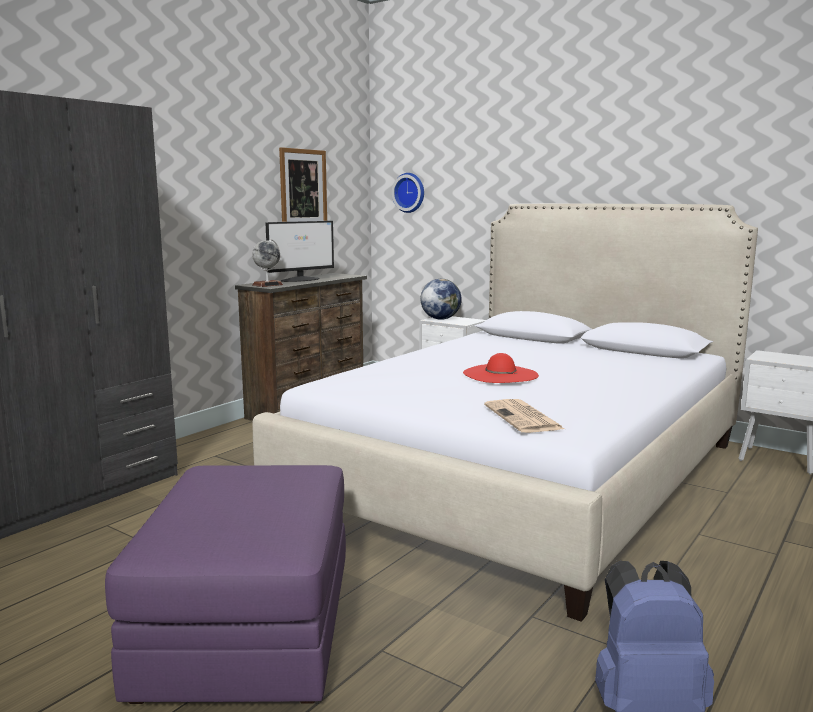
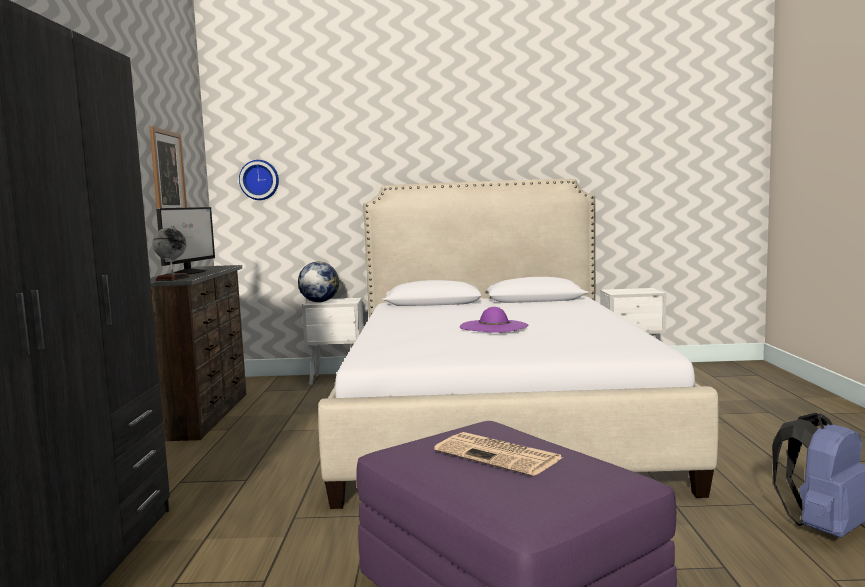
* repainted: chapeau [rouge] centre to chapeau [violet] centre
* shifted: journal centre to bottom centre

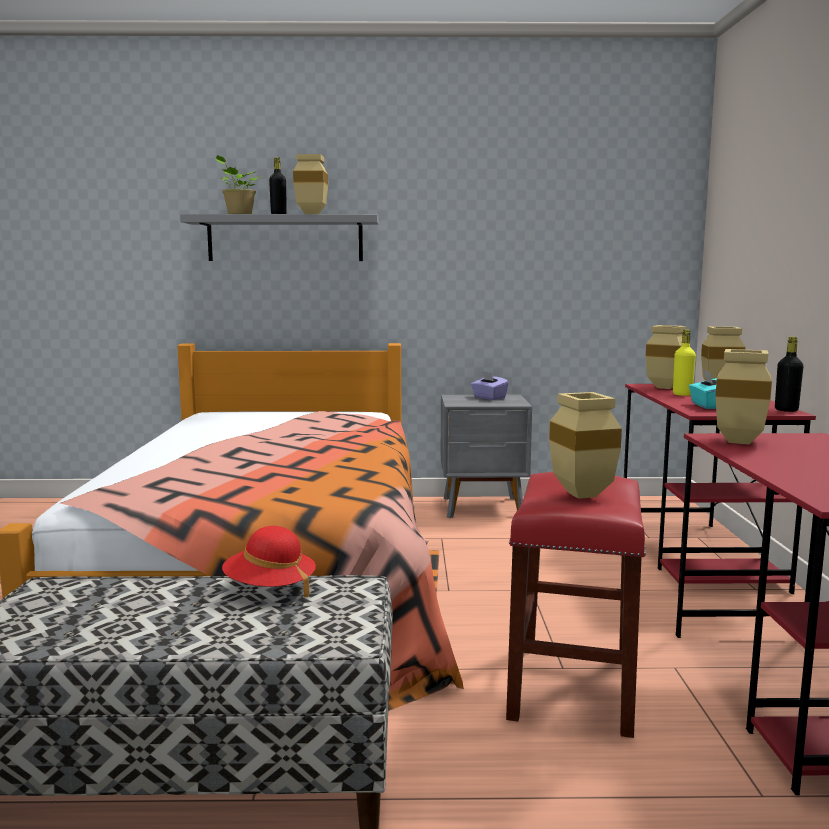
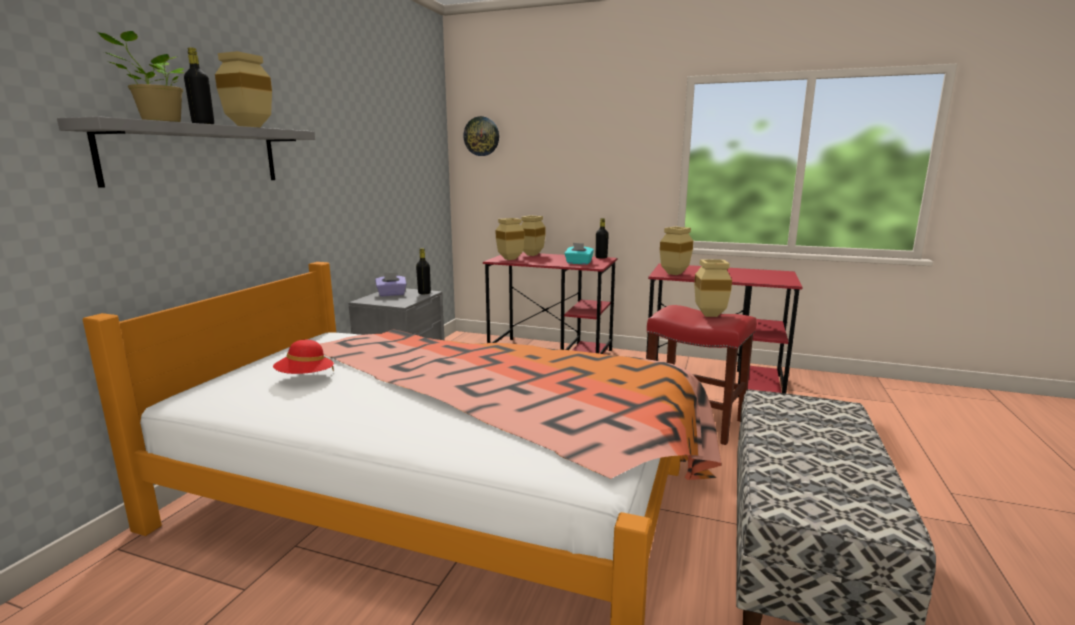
* gone: bouteille [jaune] middle right
* shifted: chapeau [rouge] bottom left to middle left
* new: horloge murale top centre
* new: bouteille [noir] (no. 2 from left) centre

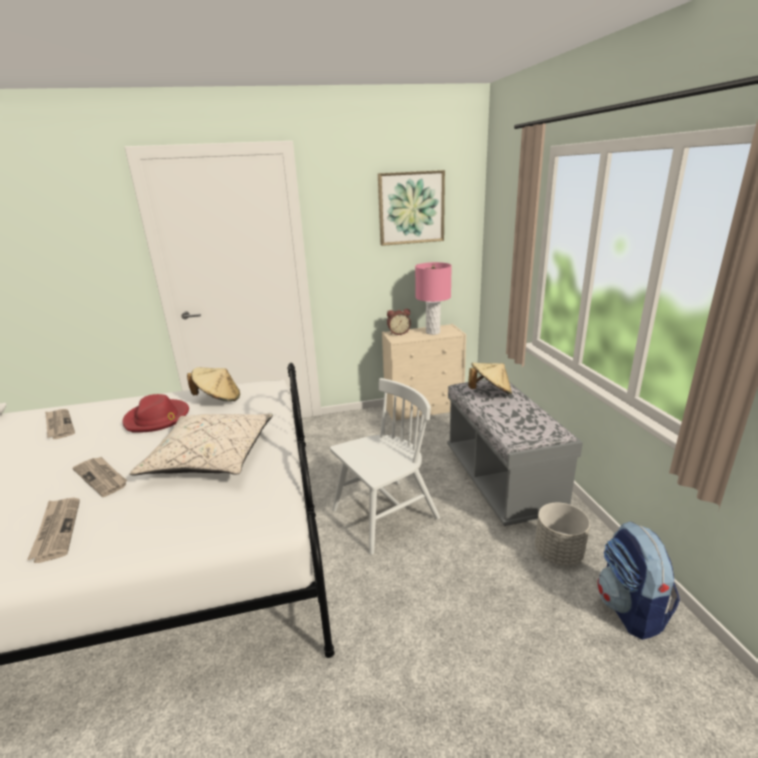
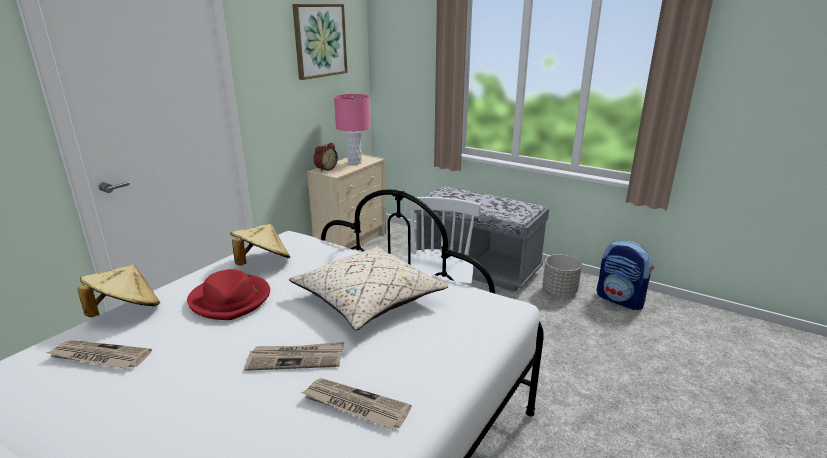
* shifted: chapeau [beige] (no. 2 from left in the first image) centre to chapeau [beige] (no. 1 from left) middle left

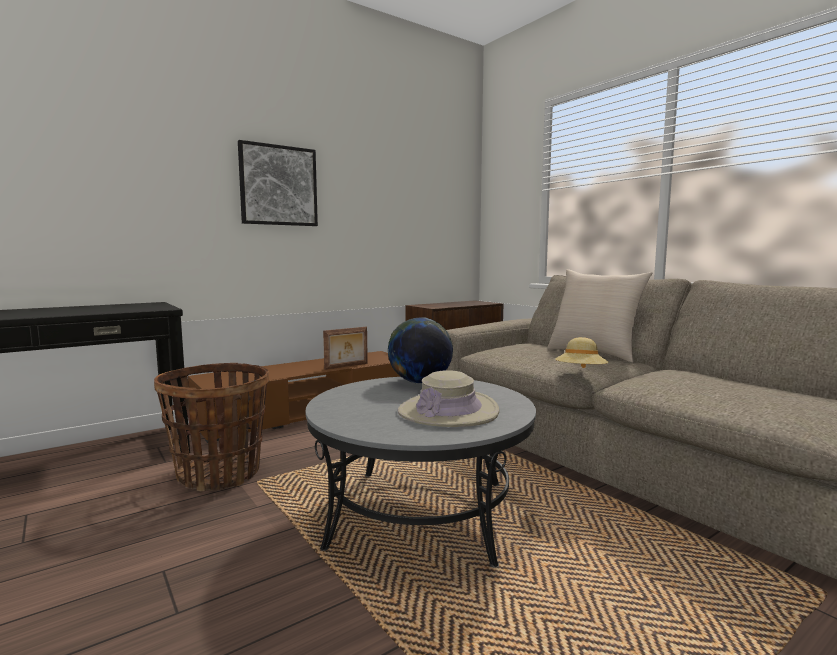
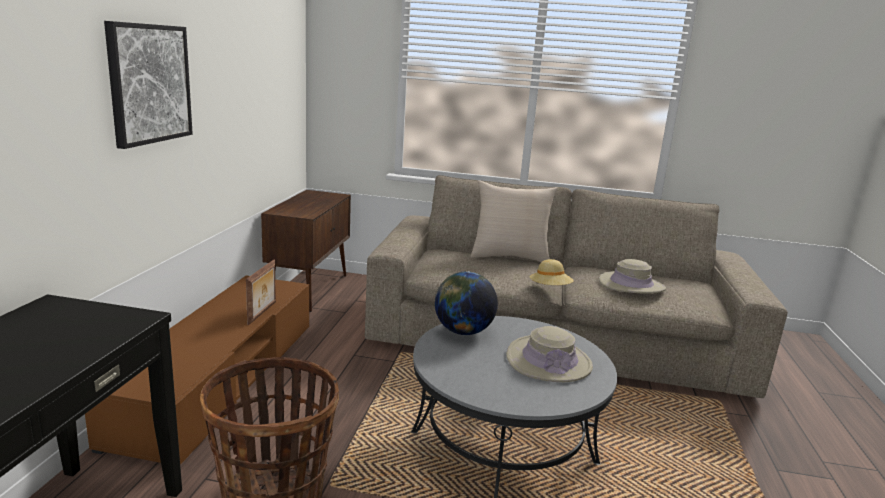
* new: chapeau [beige] (no. 3 from left) middle right

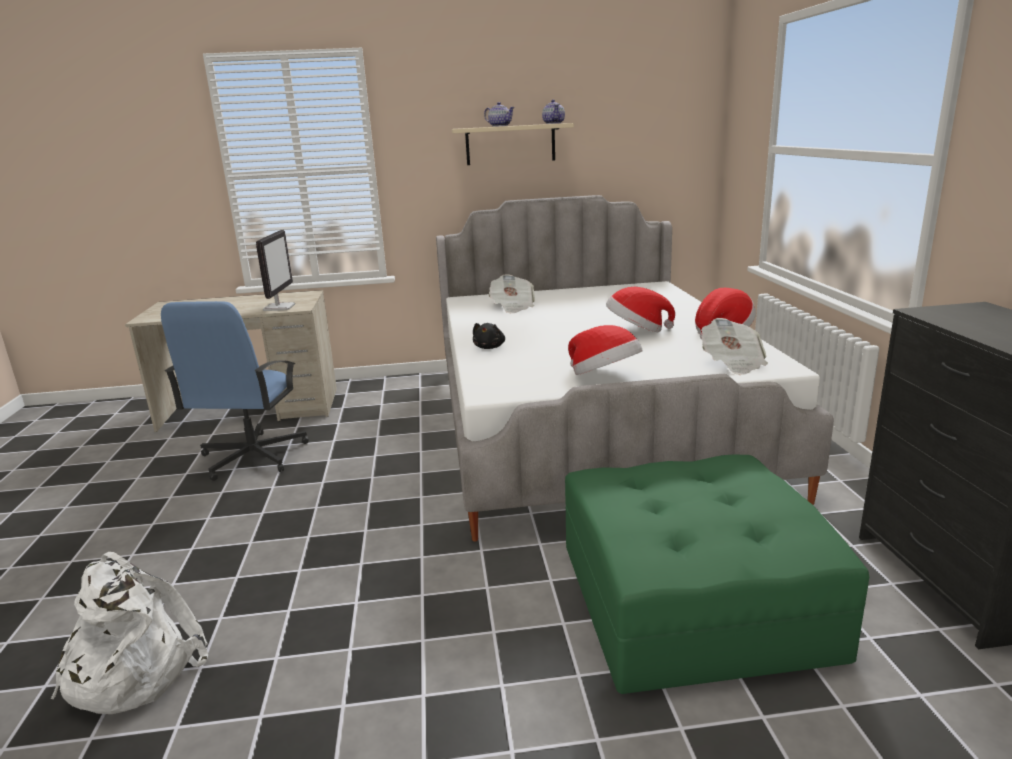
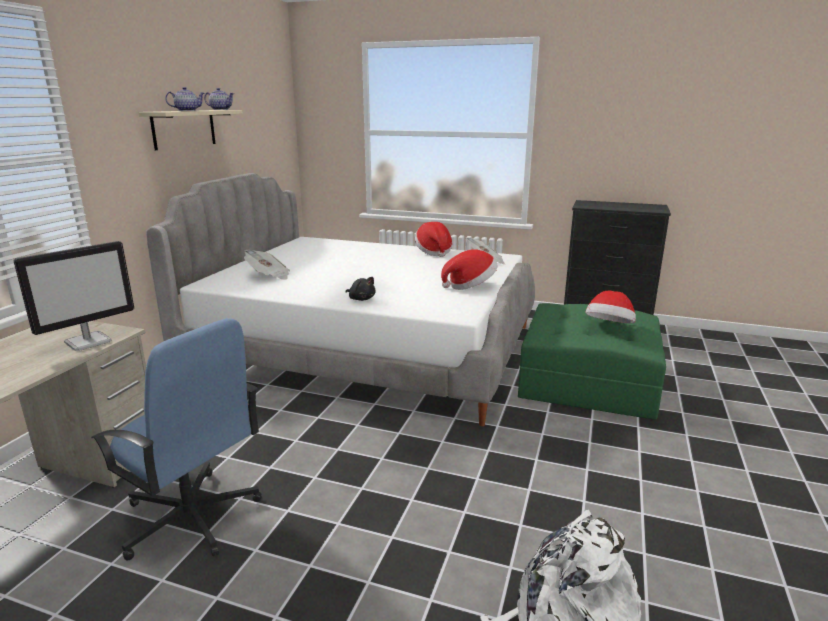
* rotated: écran d'ordinateur middle left = middle left 105 degrees clockwise
* shifted: chapeau (no. 2 from left in the first image) centre to chapeau (no. 3 from left) middle right

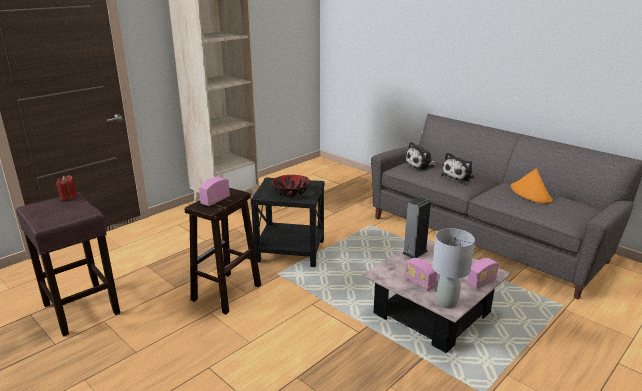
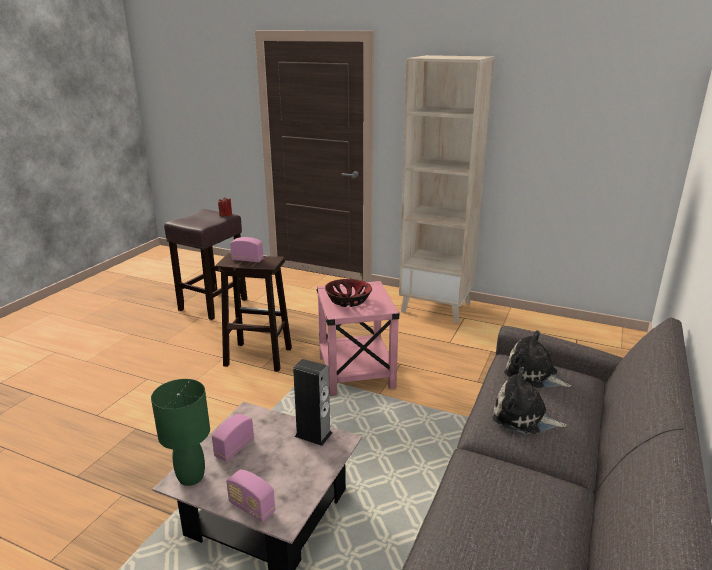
* gone: chapeau [orange] middle right
* repainted: table d'appoint [noir] centre to table d'appoint [rose] centre
* repainted: lampe de table [gris] bottom right to lampe de table [vert] bottom left

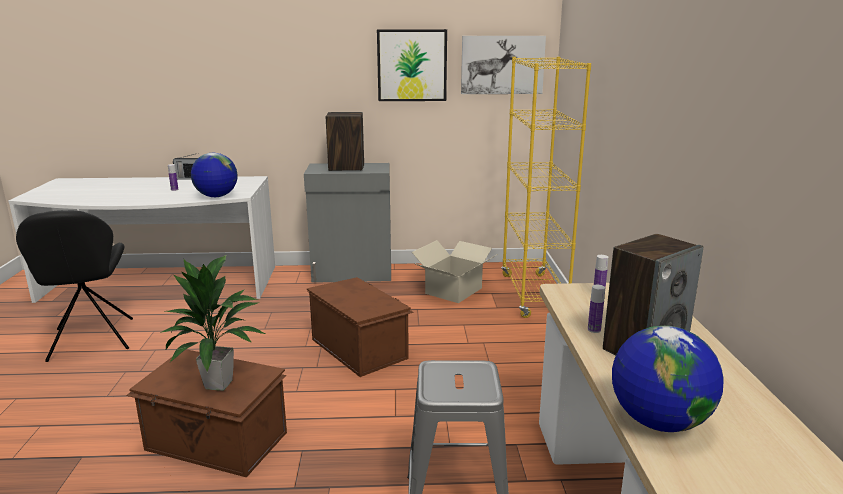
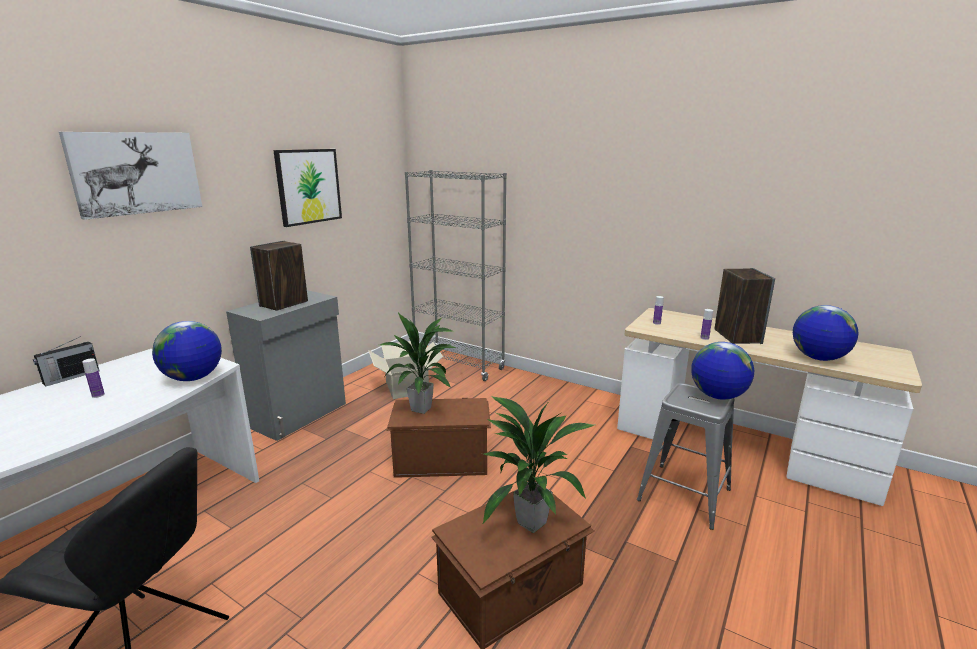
* shifted: tableau (no. 2 from left in the first image) top centre to tableau (no. 1 from left) top left
* repainted: bibliothèque [jaune] centre to bibliothèque [gris] centre
* new: plante en pot (no. 1 from left) centre
* new: globe (no. 2 from left) middle right

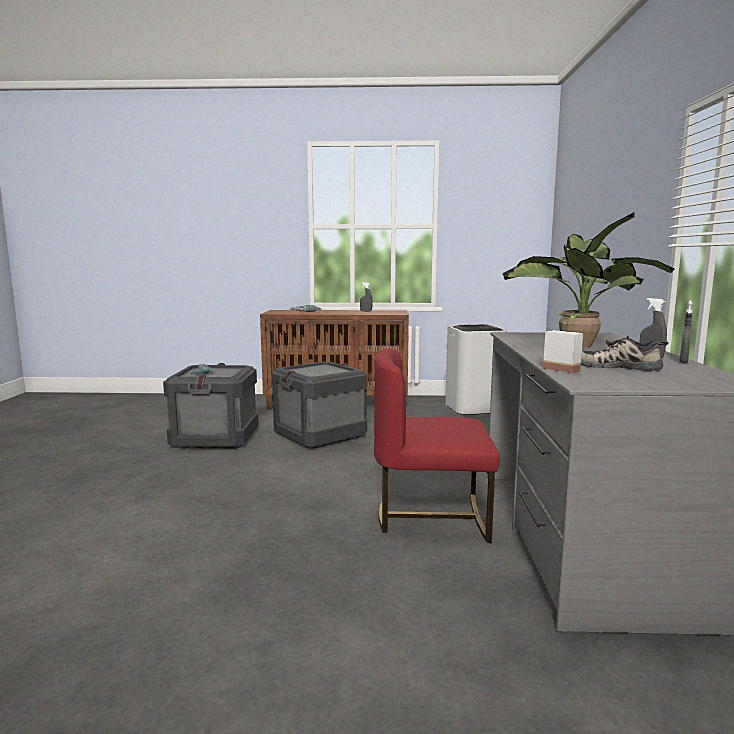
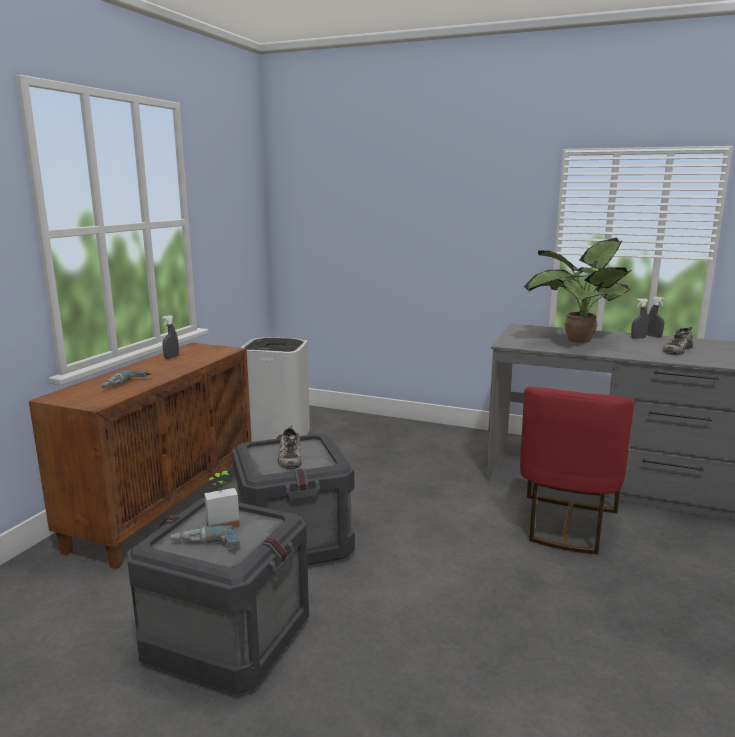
* shifted: plante en pot (no. 1 from left) middle right to bottom left
* new: chaussure (no. 1 from left) centre

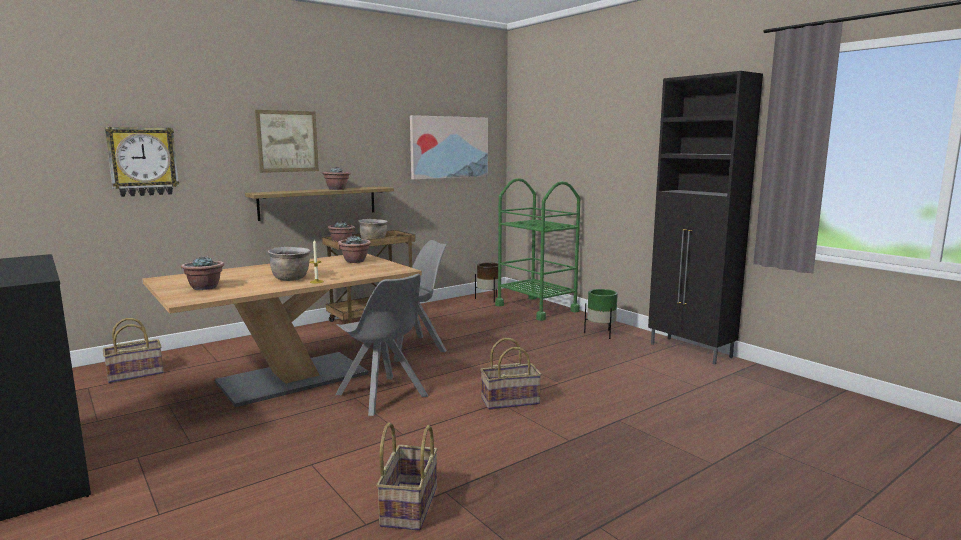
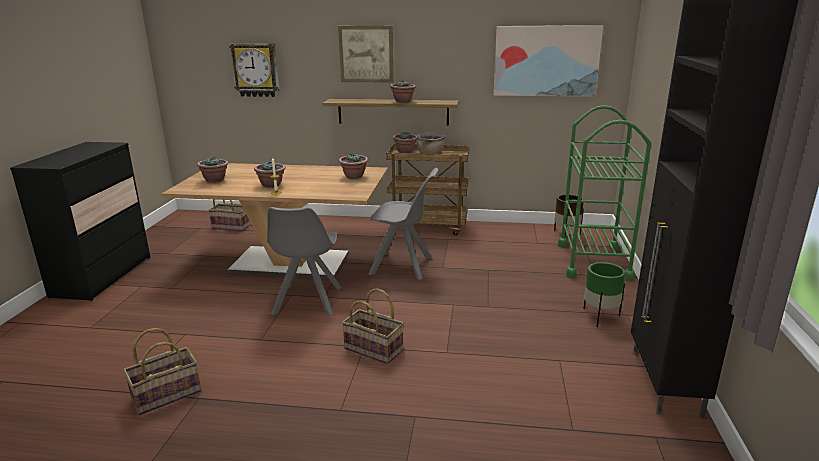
* swapped: marmite [marron] (no. 1 from left) middle left to plante en pot (no. 2 from left) middle left

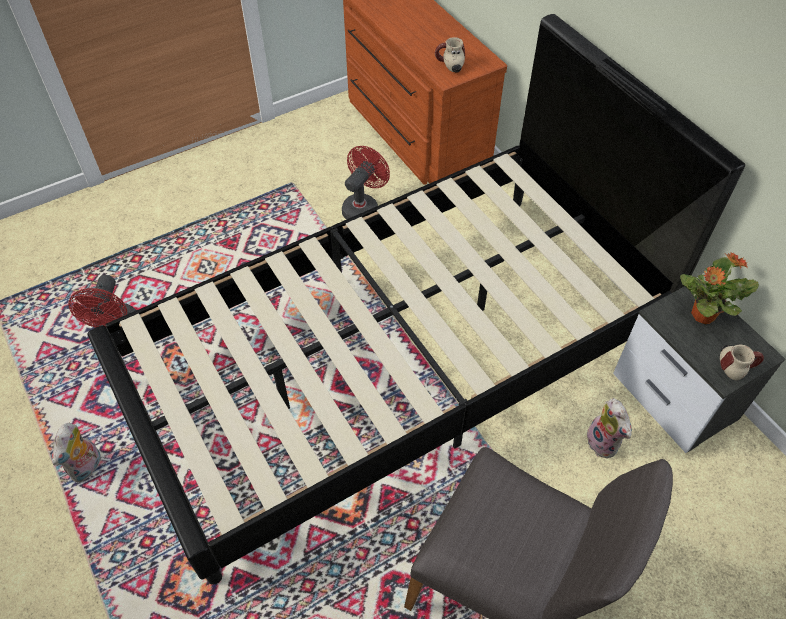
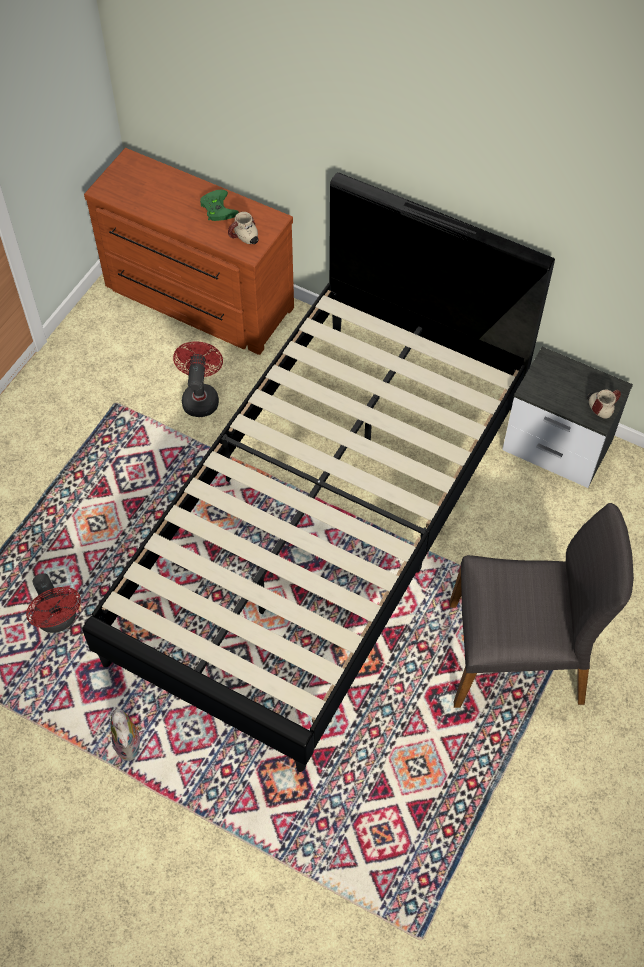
* gone: plante en pot middle right
* gone: peluche (no. 2 from left) bottom right
* new: manette [vert] top centre

